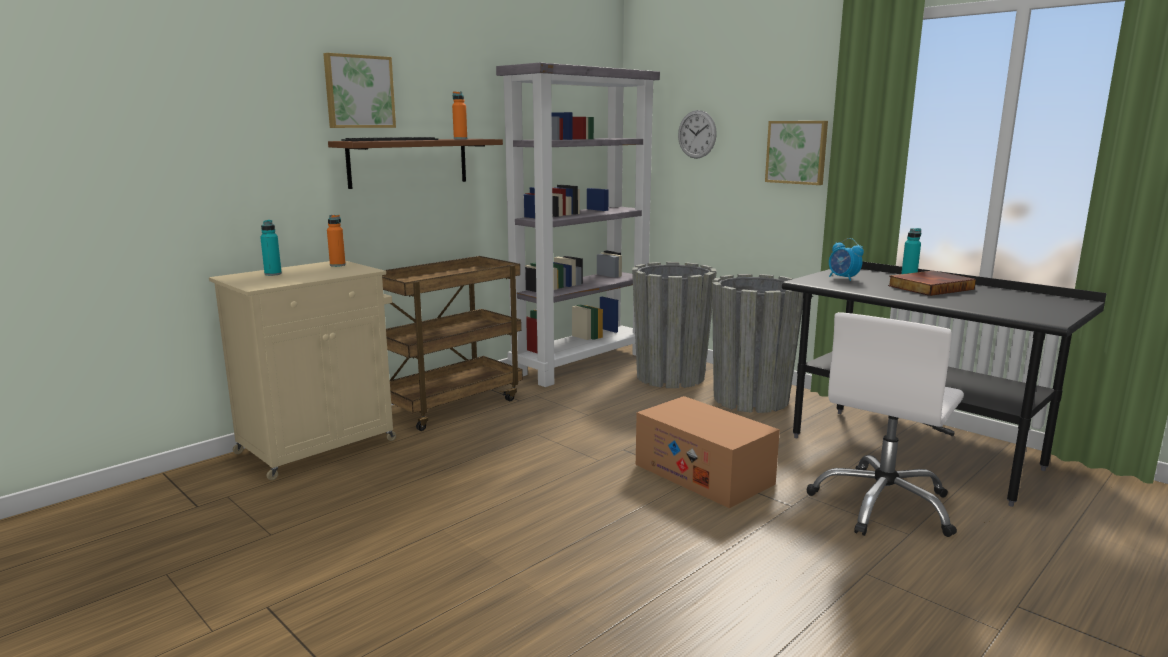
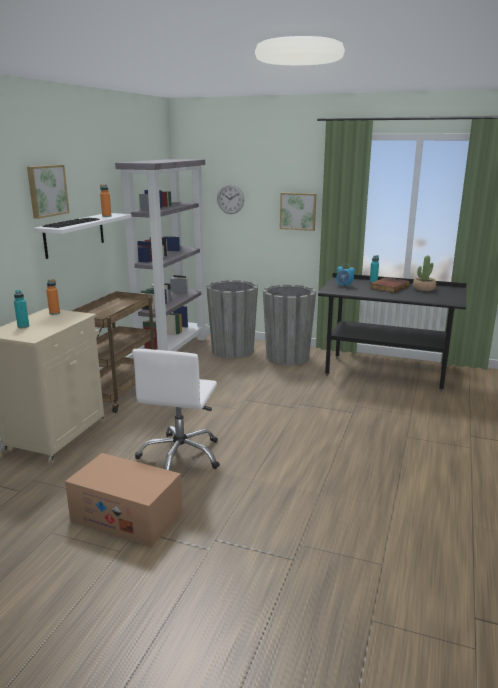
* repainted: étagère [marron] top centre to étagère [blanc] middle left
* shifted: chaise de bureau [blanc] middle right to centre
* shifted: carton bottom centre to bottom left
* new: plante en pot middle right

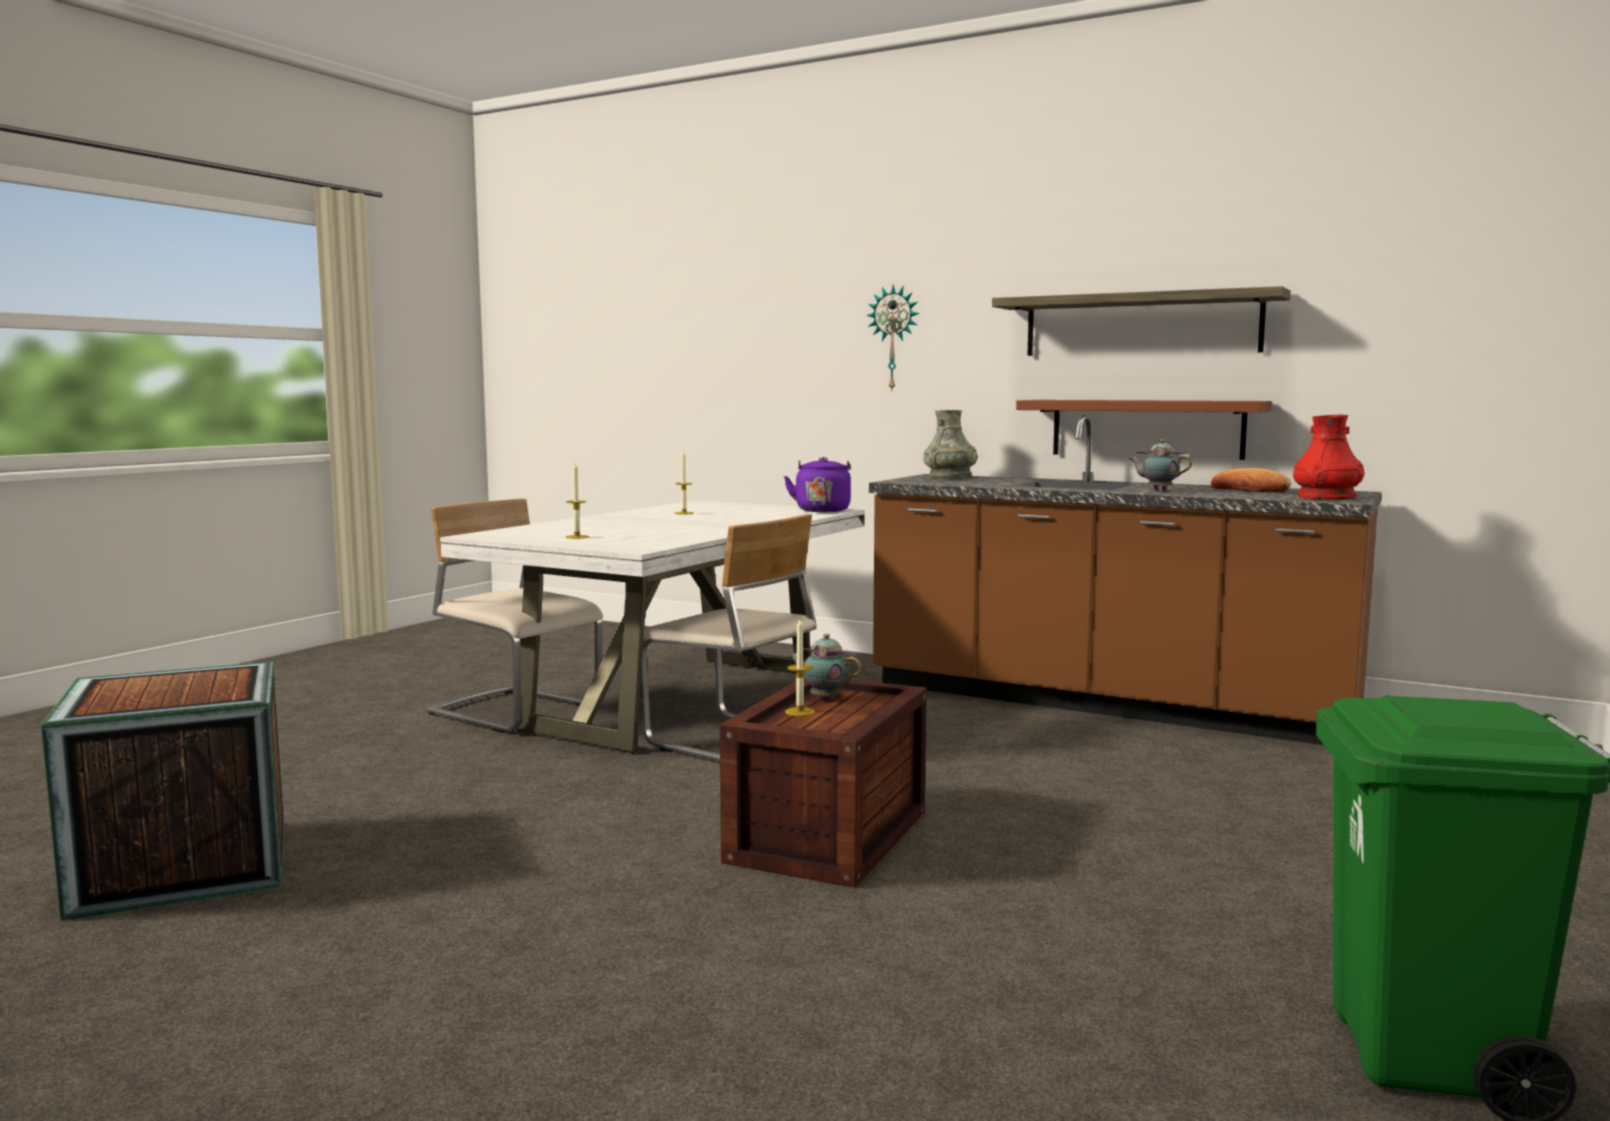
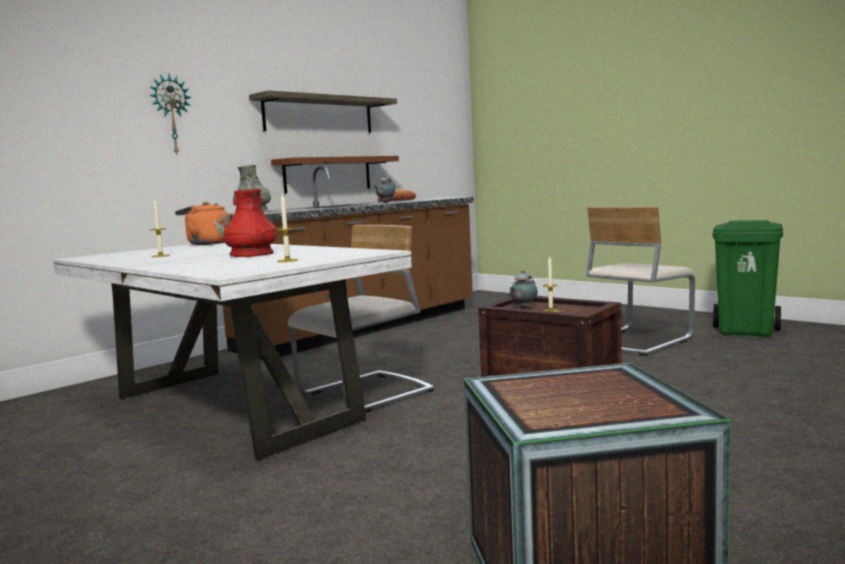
* shifted: vase [rouge] middle right to middle left
* repainted: bouilloire [violet] centre to bouilloire [orange] middle left
* shifted: chaise [beige] (no. 1 from left in the first image) middle left to chaise [beige] (no. 2 from left) middle right

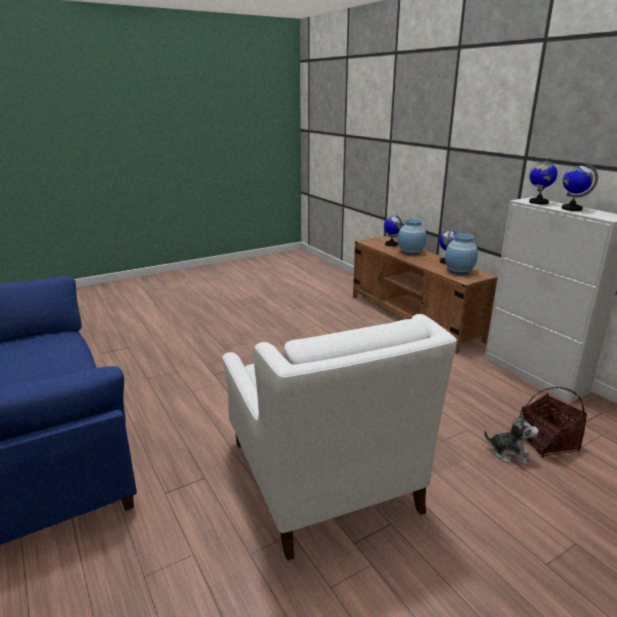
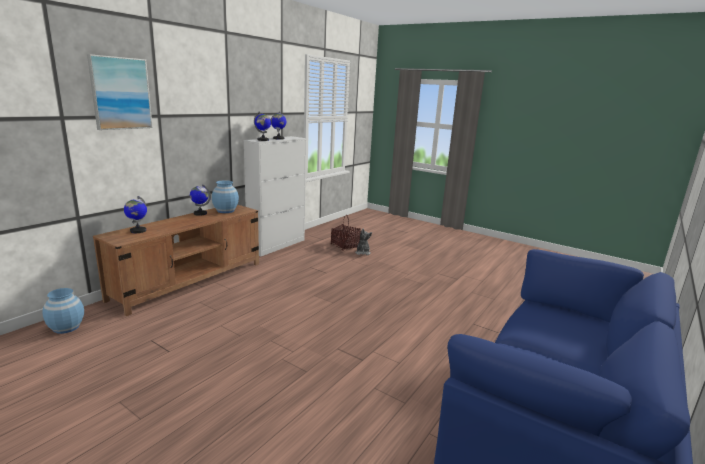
* shifted: vase [bleu] (no. 1 from left) middle right to bottom left
* gone: fauteuil [blanc] bottom centre
* new: tableau top left

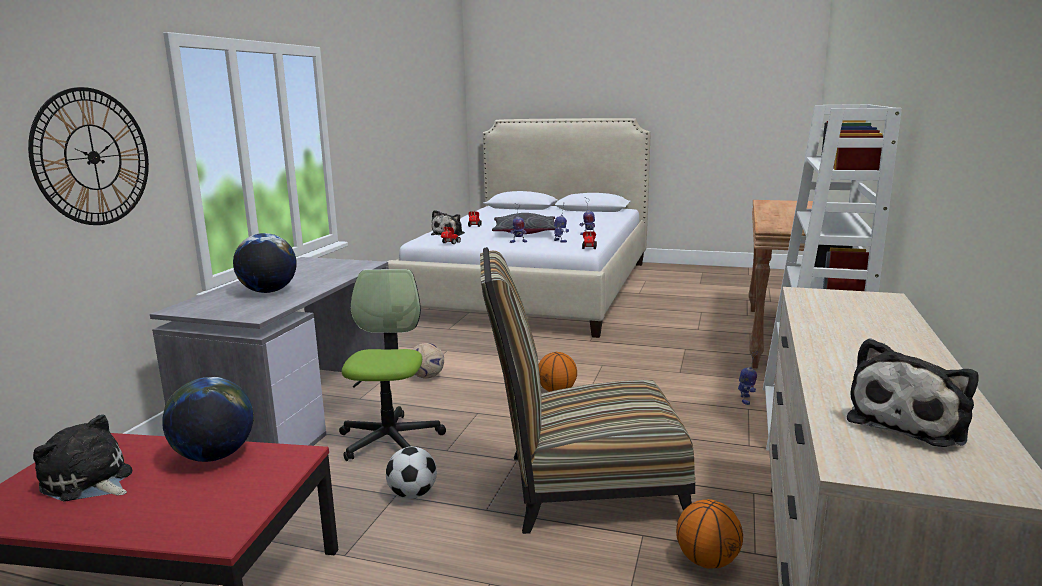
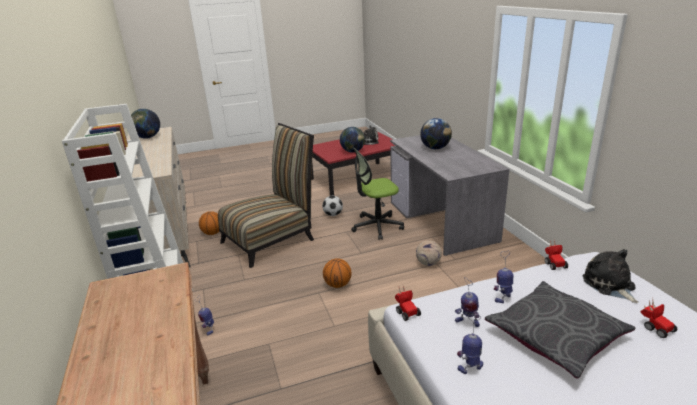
* gone: horloge murale top left
* rotated: chaise de bureau centre = centre 105 degrees clockwise
* swapped: peluche (no. 3 from left) bottom right to globe (no. 1 from left) top left

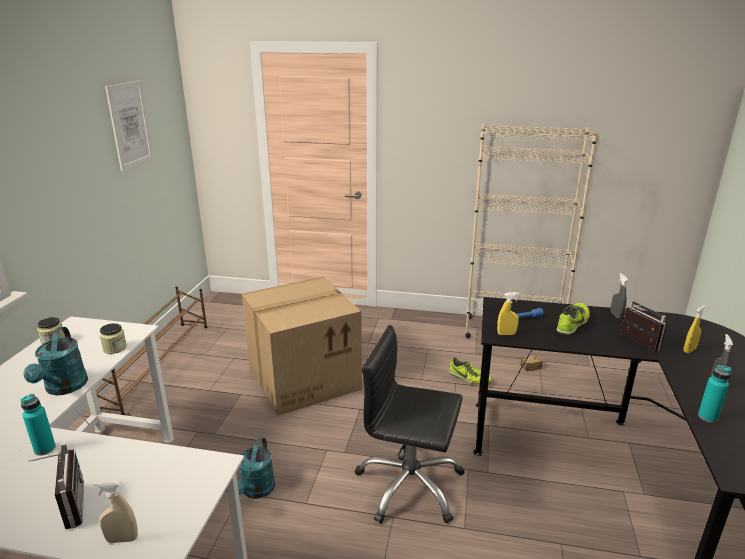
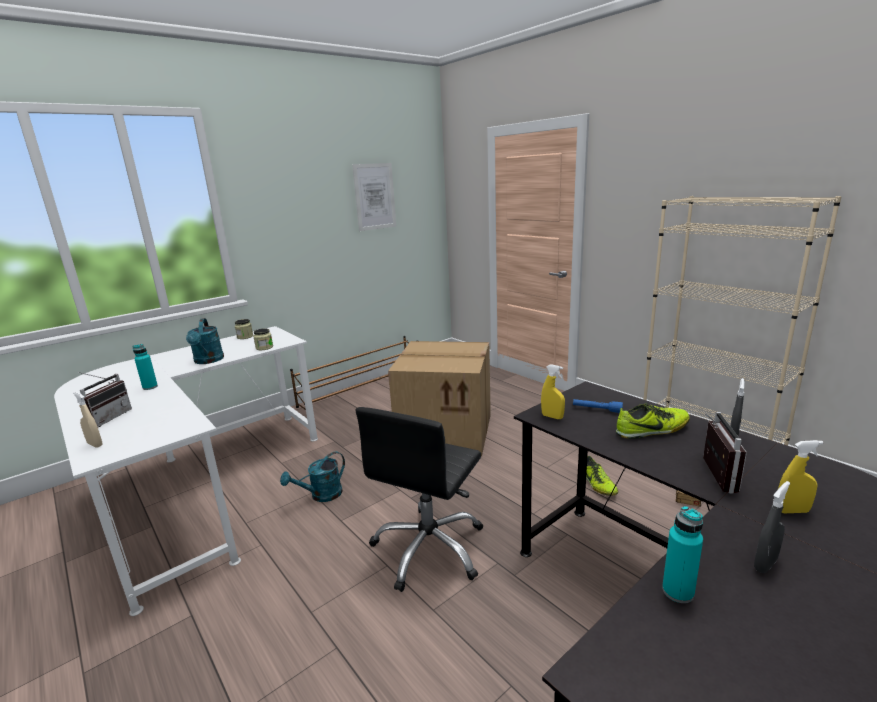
* rotated: chaise de bureau [noir] bottom centre = bottom centre 120 degrees counterclockwise
* rotated: arrosoir [turquoise] (no. 1 from left) middle left = middle left 45 degrees counterclockwise

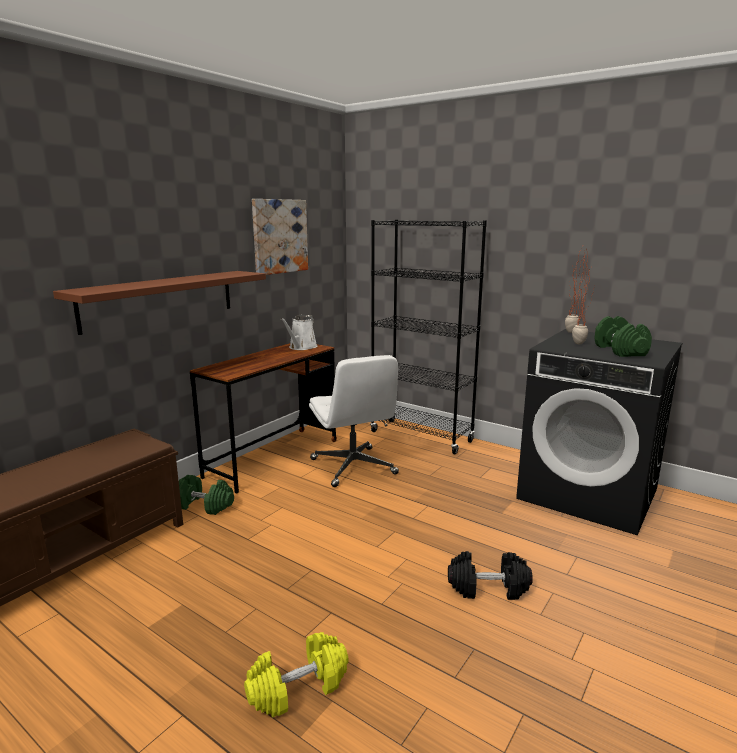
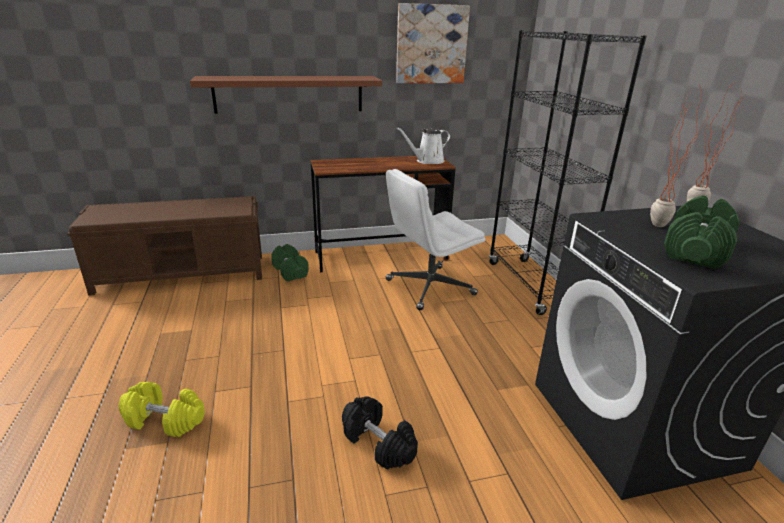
* rotated: chaise de bureau [blanc] centre = centre 45 degrees clockwise

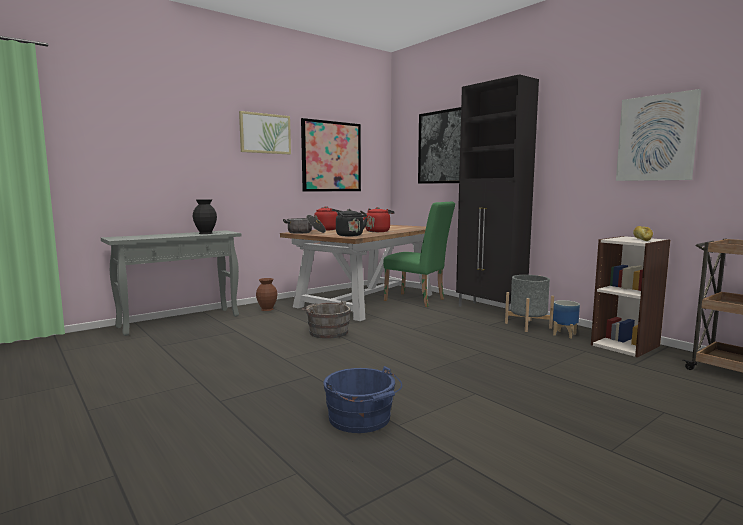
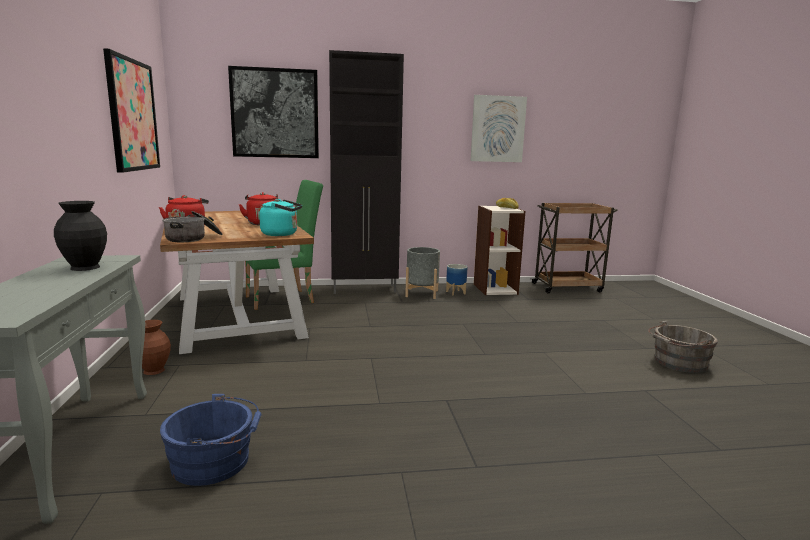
* gone: tableau (no. 1 from left) top centre
* repainted: bouilloire [noir] centre to bouilloire [turquoise] centre
* shifted: seau [gris] centre to middle right
* shifted: seau [bleu] bottom centre to bottom left

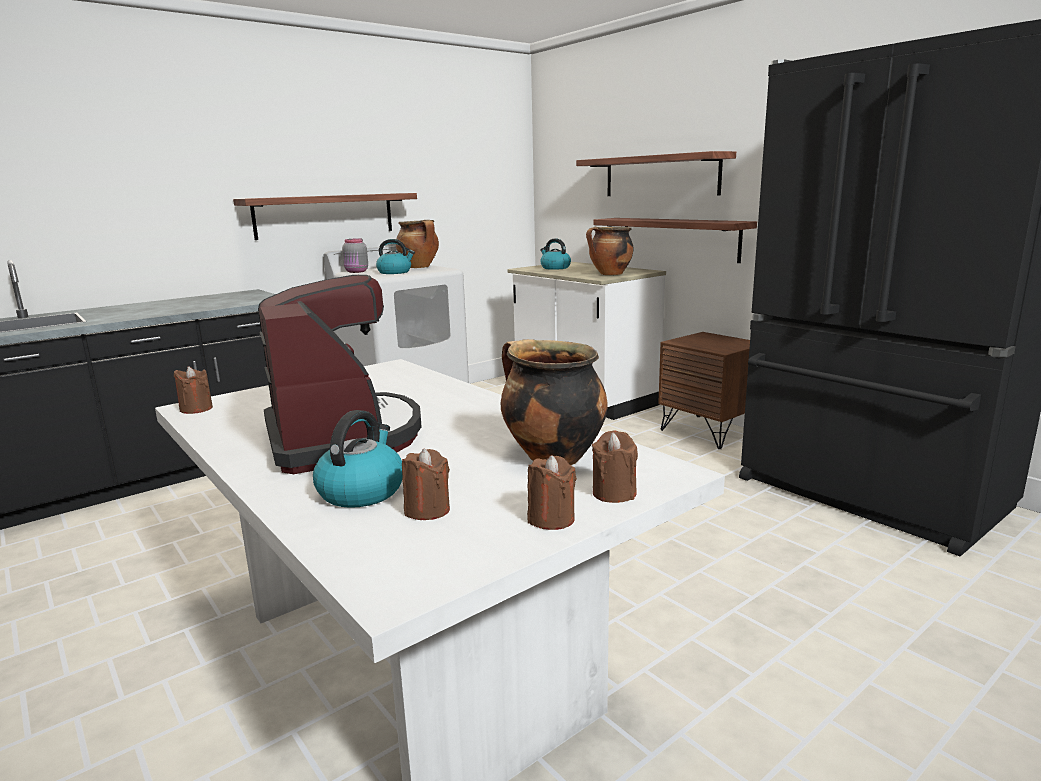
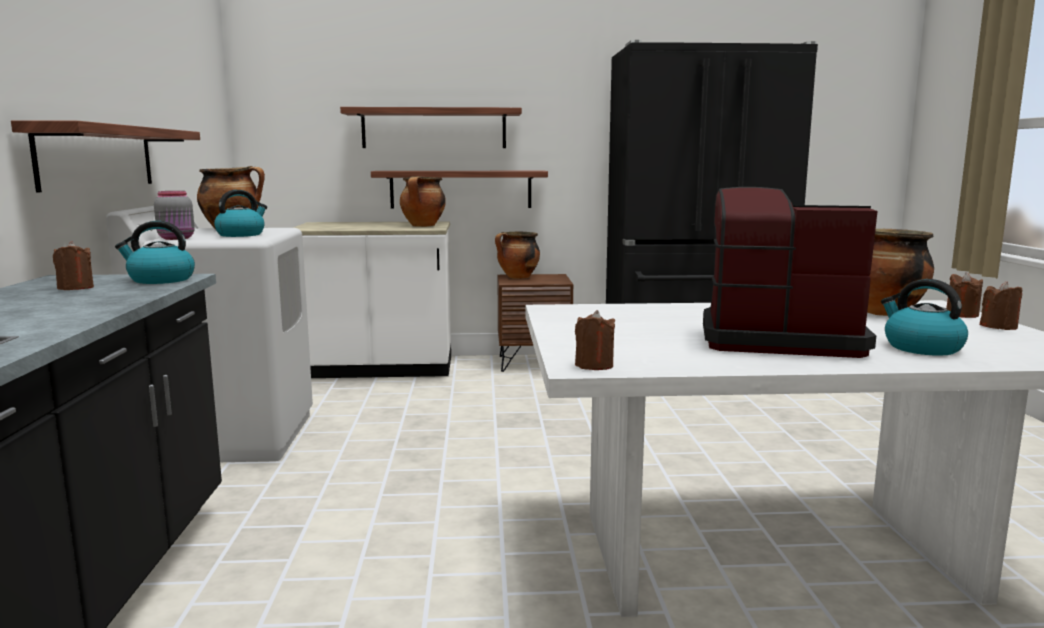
* shifted: bouilloire (no. 3 from left in the first image) top centre to bouilloire (no. 1 from left) middle left
* shifted: bougie [marron] (no. 2 from left in the first image) centre to bougie [marron] (no. 1 from left) middle left
* new: marmite (no. 3 from left) centre

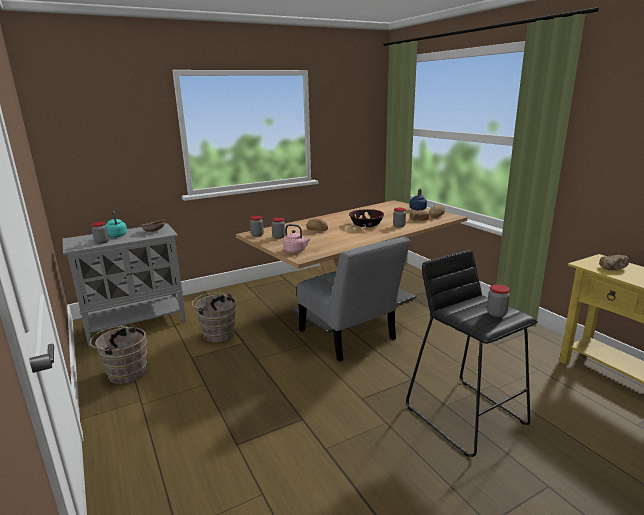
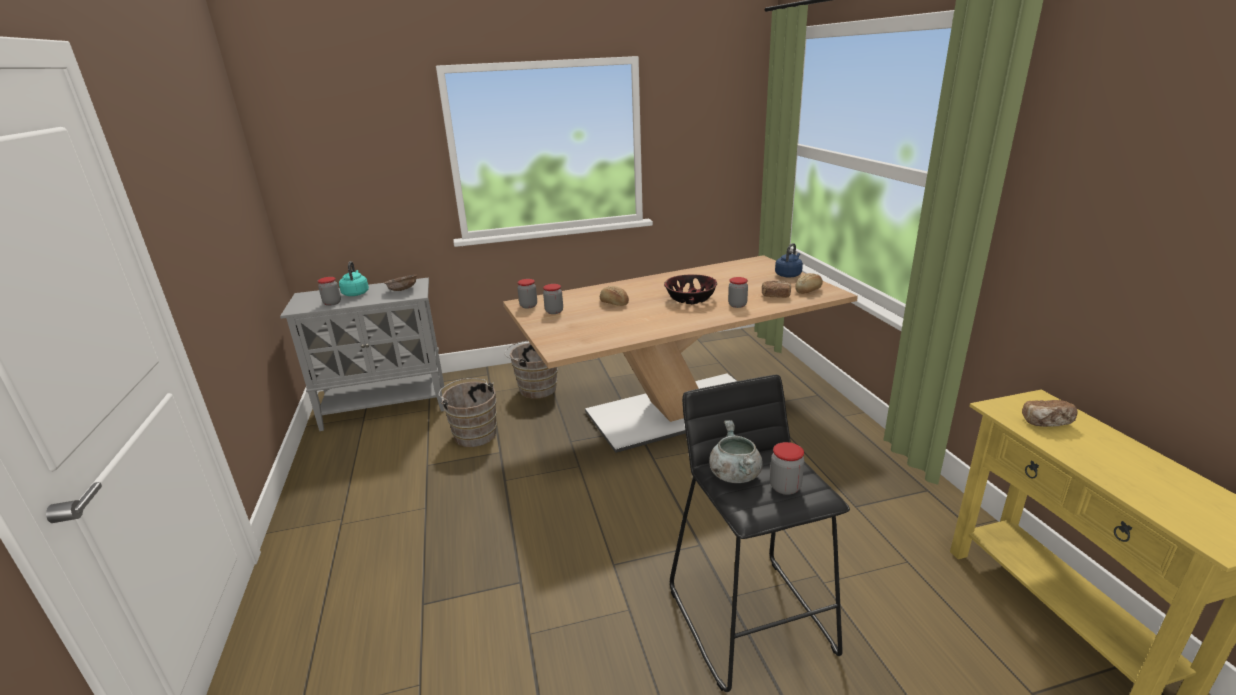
* gone: bouilloire [rose] centre
* gone: chaise [gris] centre
* shifted: seau [marron] (no. 1 from left in the first image) bottom left to seau [marron] (no. 2 from left) centre
* new: marmite [gris] centre

